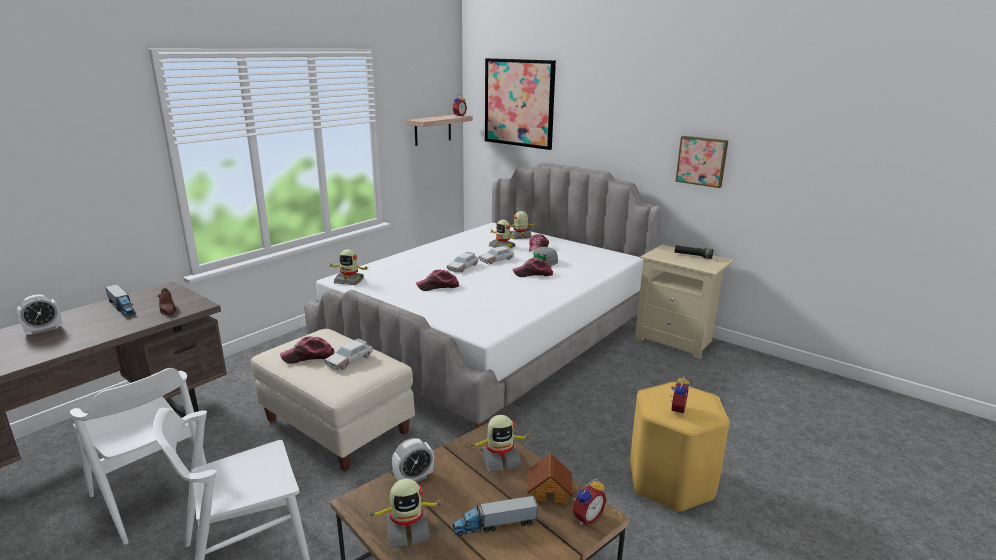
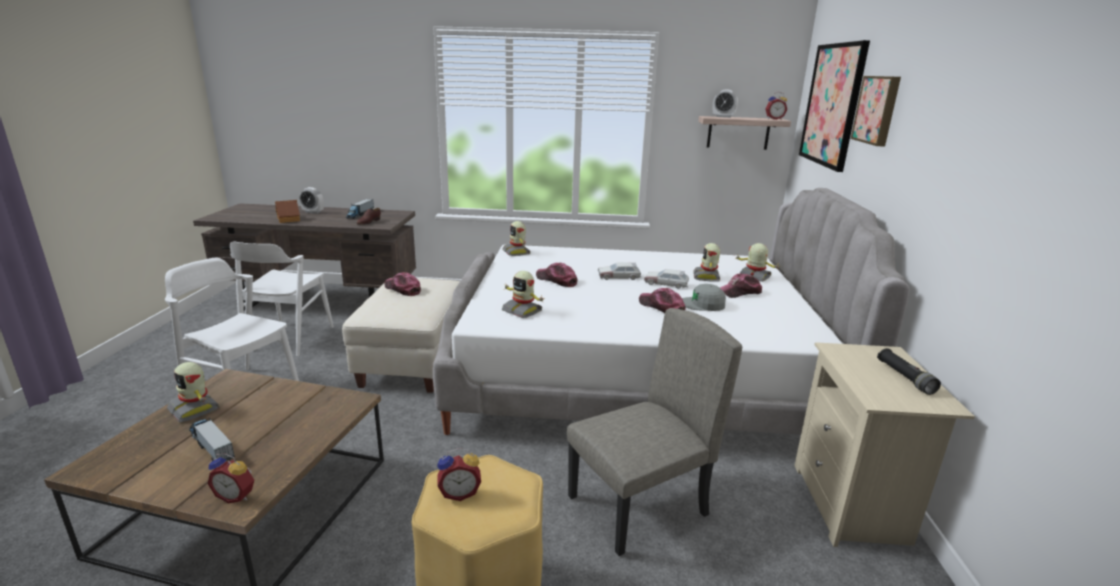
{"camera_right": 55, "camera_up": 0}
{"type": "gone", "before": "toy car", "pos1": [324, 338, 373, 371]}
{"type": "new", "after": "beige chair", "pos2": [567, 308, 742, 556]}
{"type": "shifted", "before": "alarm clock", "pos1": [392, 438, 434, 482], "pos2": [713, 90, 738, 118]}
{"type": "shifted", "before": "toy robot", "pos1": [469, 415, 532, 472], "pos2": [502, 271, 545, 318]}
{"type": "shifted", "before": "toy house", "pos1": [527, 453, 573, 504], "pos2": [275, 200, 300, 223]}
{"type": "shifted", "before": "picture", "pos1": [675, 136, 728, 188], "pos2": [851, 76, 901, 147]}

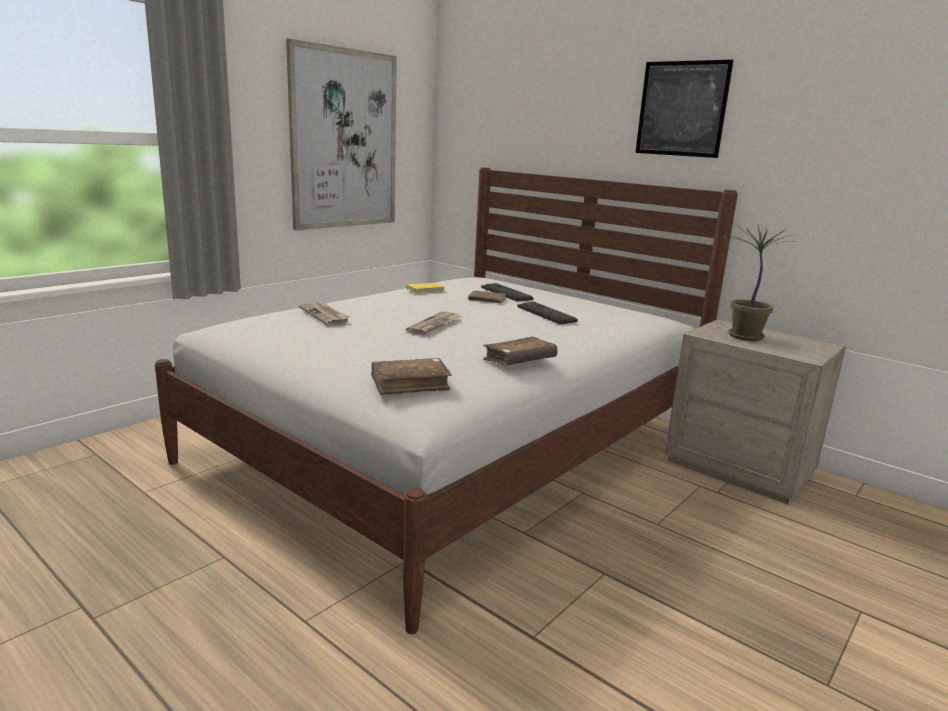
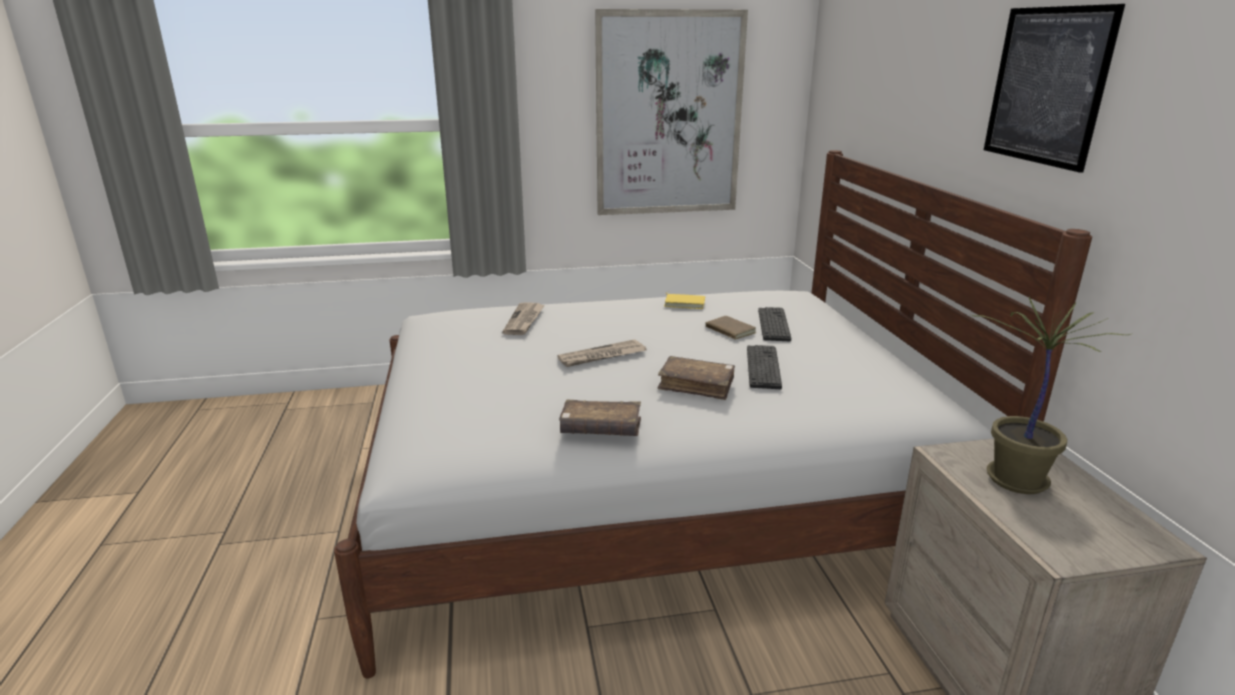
{"camera_right": 40, "camera_up": 5}
{"type": "shifted", "before": "brown book", "pos1": [371, 358, 452, 395], "pos2": [657, 356, 735, 400]}

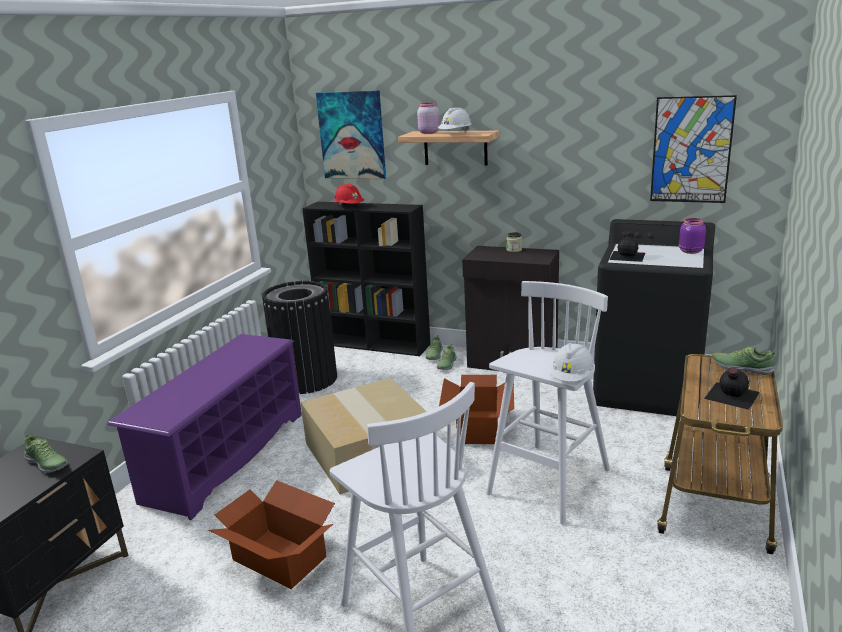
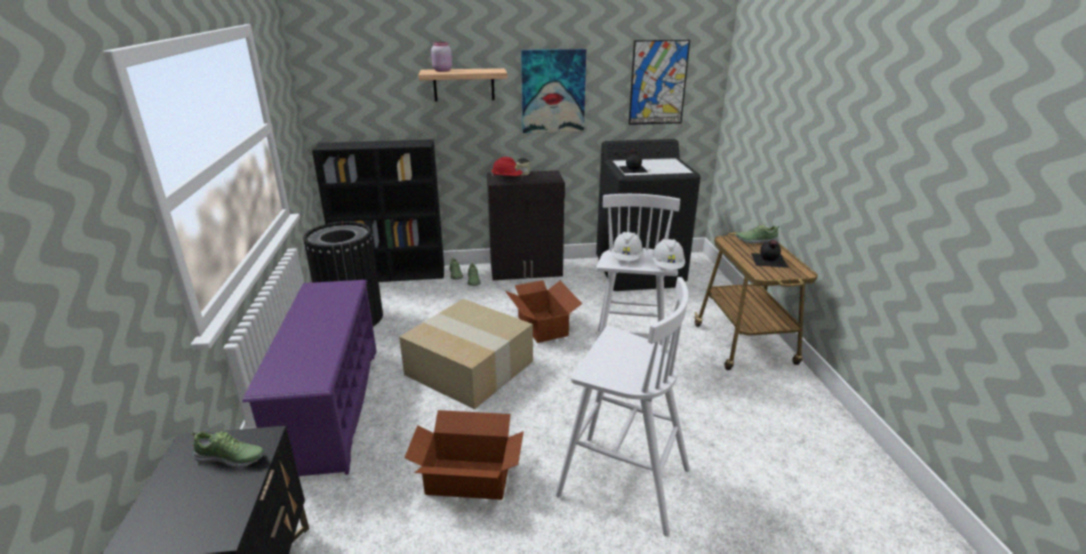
{"camera_right": -30, "camera_up": 5}
{"type": "gone", "before": "purple jar", "pos1": [679, 218, 706, 254]}
{"type": "shifted", "before": "picture", "pos1": [316, 90, 386, 179], "pos2": [521, 49, 586, 133]}
{"type": "shifted", "before": "red hard hat", "pos1": [334, 183, 364, 205], "pos2": [491, 157, 522, 177]}
{"type": "shifted", "before": "white hard hat", "pos1": [438, 108, 472, 132], "pos2": [611, 232, 644, 261]}

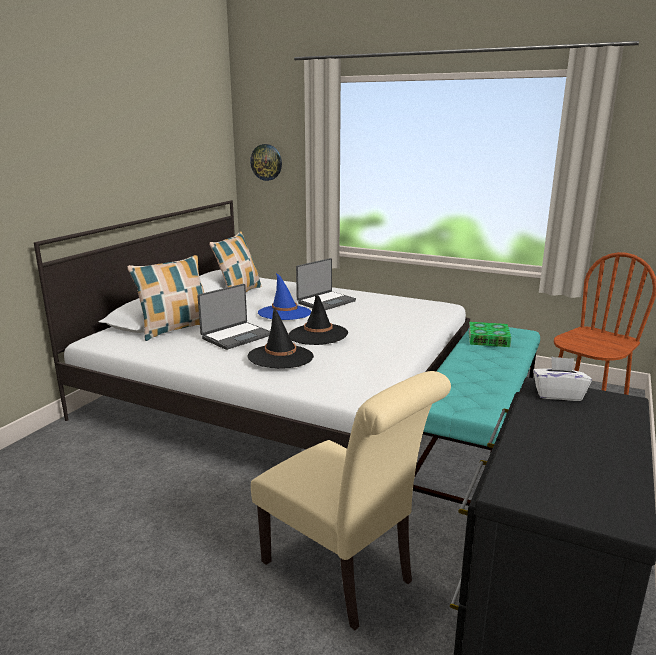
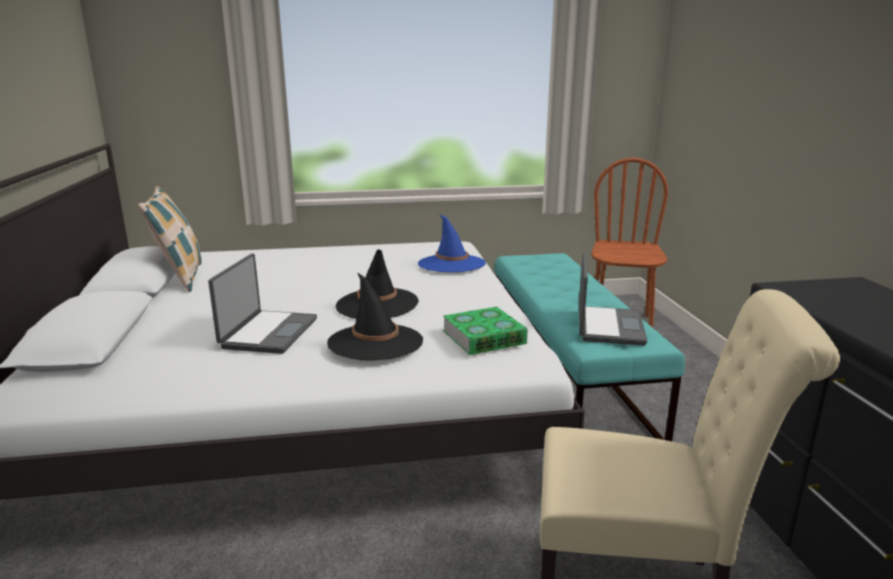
{"camera_right": -35, "camera_up": 0}
{"type": "gone", "before": "pillow", "pos1": [127, 255, 204, 341]}
{"type": "gone", "before": "wall clock", "pos1": [250, 144, 282, 181]}
{"type": "gone", "before": "white tissue box", "pos1": [533, 356, 592, 401]}
{"type": "shifted", "before": "blue hat", "pos1": [258, 273, 311, 320], "pos2": [418, 214, 486, 272]}
{"type": "shifted", "before": "laptop", "pos1": [296, 258, 356, 310], "pos2": [579, 253, 647, 346]}
{"type": "shifted", "before": "book", "pos1": [468, 322, 511, 347], "pos2": [443, 307, 528, 355]}

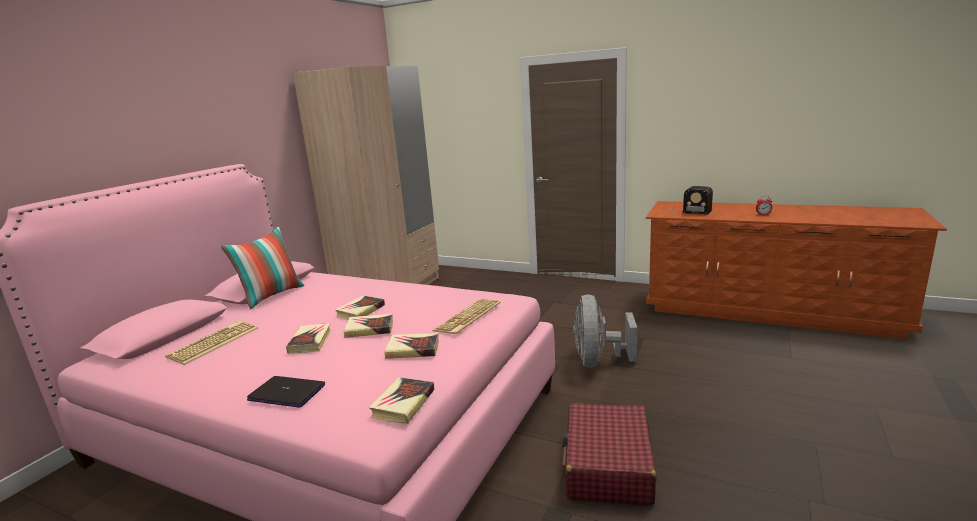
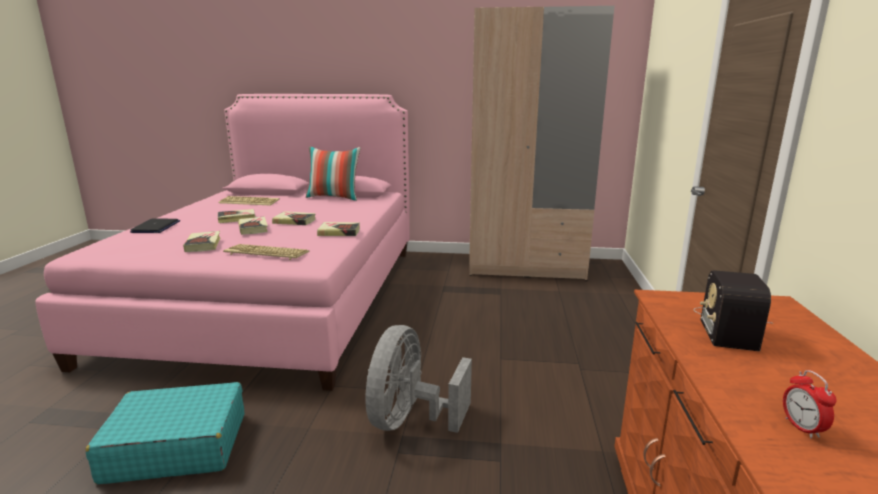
{"camera_right": 70, "camera_up": 0}
{"type": "shifted", "before": "book", "pos1": [369, 377, 434, 424], "pos2": [317, 222, 360, 236]}
{"type": "repainted", "before": "red suitcase", "after": "turquoise suitcase", "pos1": [562, 403, 656, 506], "pos2": [85, 382, 245, 484]}
{"type": "rotated", "before": "grey fan", "pos1": [573, 295, 637, 367], "pos2": [365, 325, 472, 433], "turn": -60}

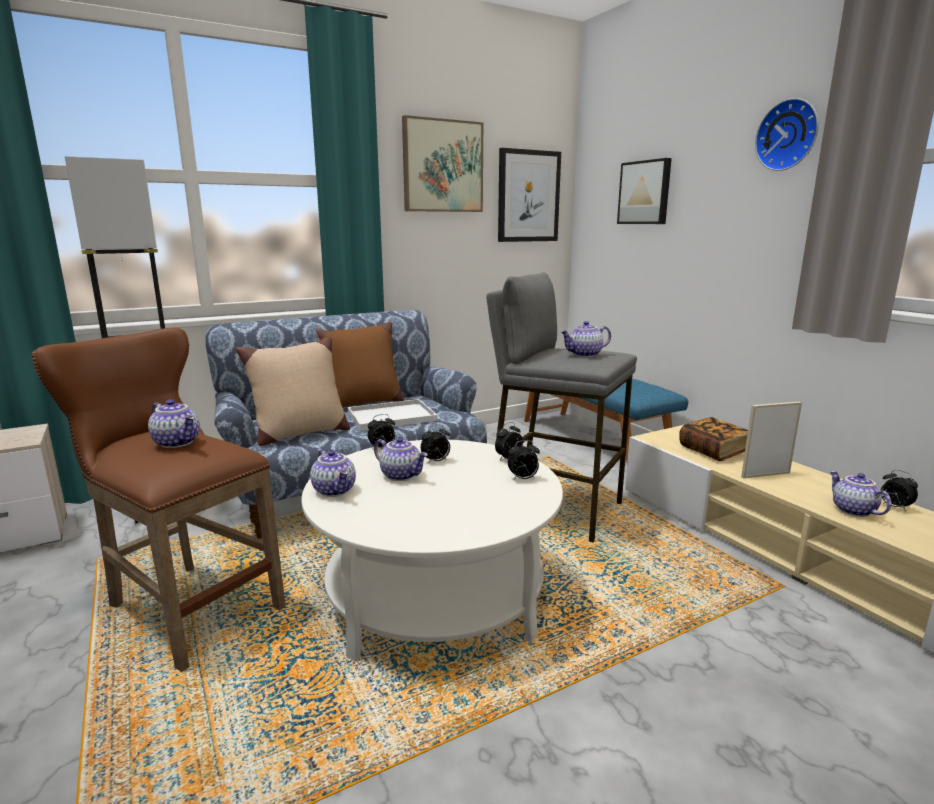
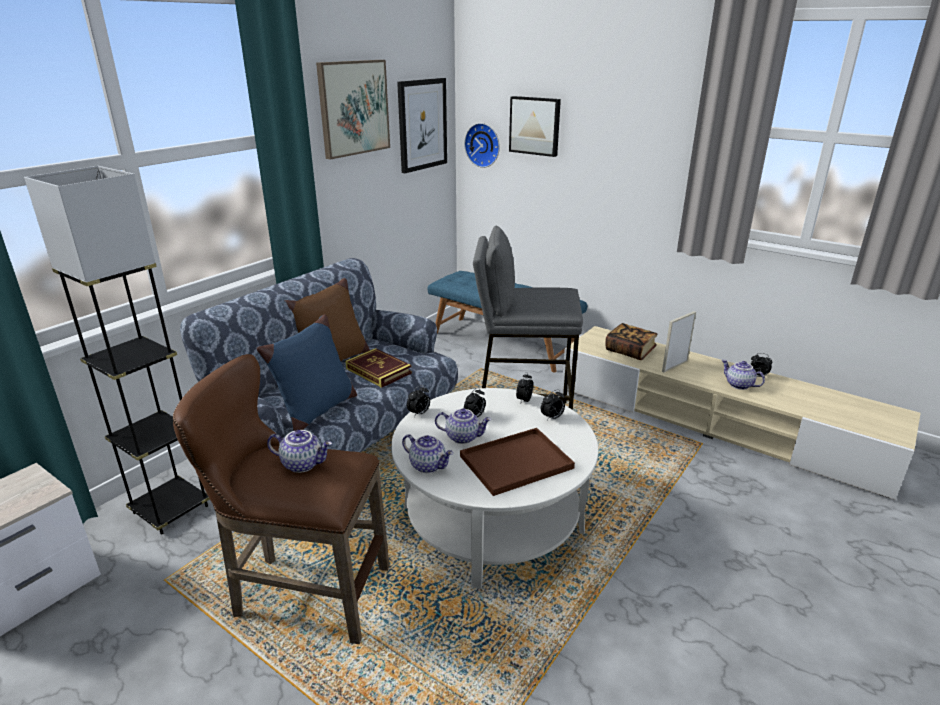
{"camera_right": -25, "camera_up": 10}
{"type": "gone", "before": "teapot", "pos1": [560, 321, 611, 357]}
{"type": "new", "after": "brown tray", "pos2": [460, 428, 575, 496]}
{"type": "shifted", "before": "wall clock", "pos1": [755, 98, 818, 171], "pos2": [464, 123, 500, 168]}
{"type": "swapped", "before": "white tray", "after": "book", "pos1": [348, 399, 438, 430], "pos2": [345, 348, 412, 388]}
{"type": "repainted", "before": "beige pillow", "after": "blue pillow", "pos1": [236, 337, 350, 446], "pos2": [256, 314, 357, 431]}

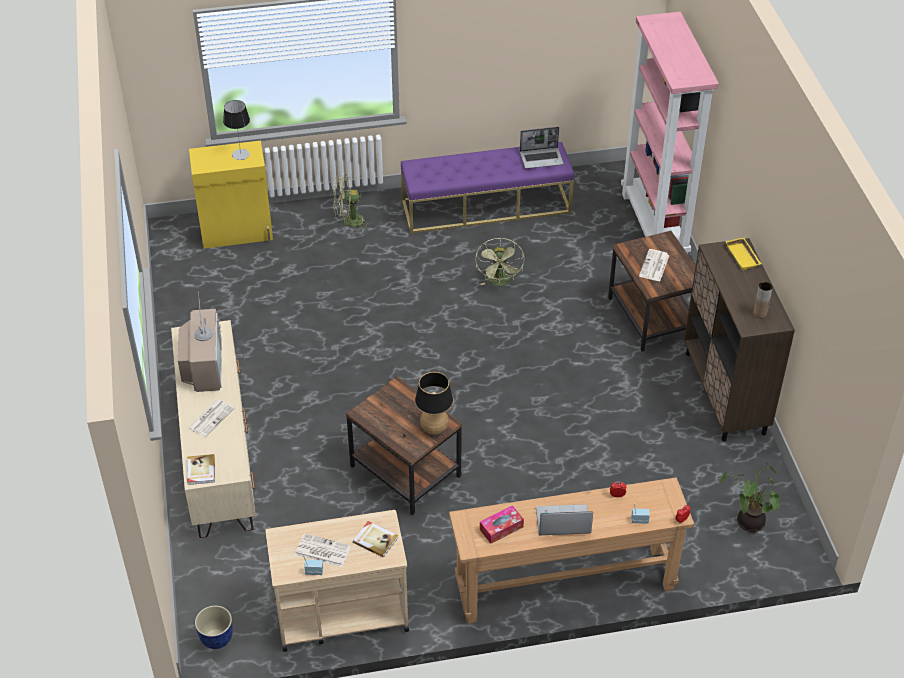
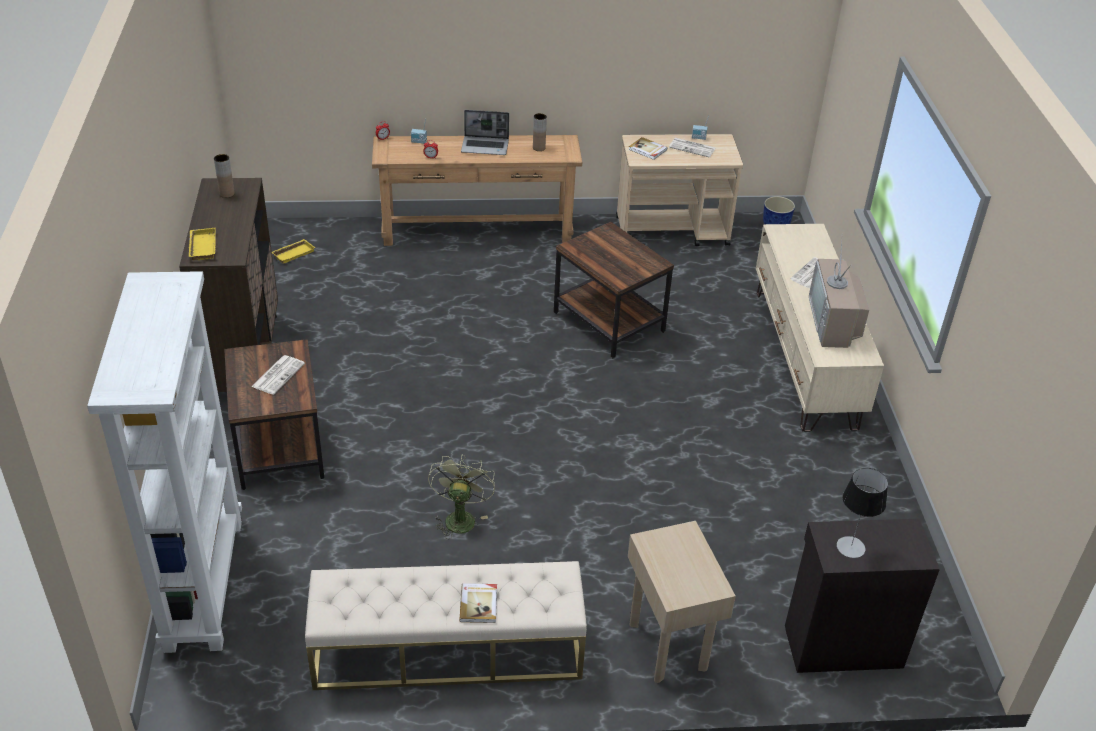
{"camera_right": -175, "camera_up": -5}
{"type": "gone", "before": "table lamp", "pos1": [403, 372, 454, 437]}
{"type": "gone", "before": "laptop", "pos1": [520, 127, 564, 169]}
{"type": "shifted", "before": "book", "pos1": [187, 454, 215, 485], "pos2": [459, 583, 497, 623]}
{"type": "swapped", "before": "green fan", "after": "beige side table", "pos1": [333, 173, 371, 232], "pos2": [628, 521, 736, 683]}
{"type": "swapped", "before": "tissue box", "after": "brown vase", "pos1": [480, 505, 524, 544], "pos2": [533, 113, 547, 151]}
{"type": "swapped", "before": "potted plant", "after": "yellow tray", "pos1": [719, 462, 779, 532], "pos2": [272, 239, 315, 264]}
{"type": "repainted", "before": "yellow cabinet", "after": "black cabinet", "pos1": [189, 141, 273, 249], "pos2": [785, 519, 940, 673]}
{"type": "repainted", "before": "purple bench", "after": "beige bench", "pos1": [401, 142, 574, 234], "pos2": [305, 561, 587, 690]}
{"type": "repainted", "before": "pink bookcase", "after": "white bookcase", "pos1": [621, 12, 719, 254], "pos2": [87, 271, 242, 653]}

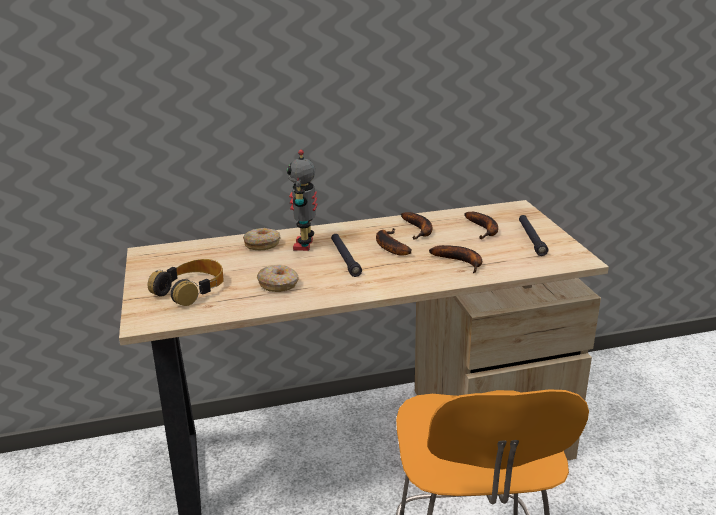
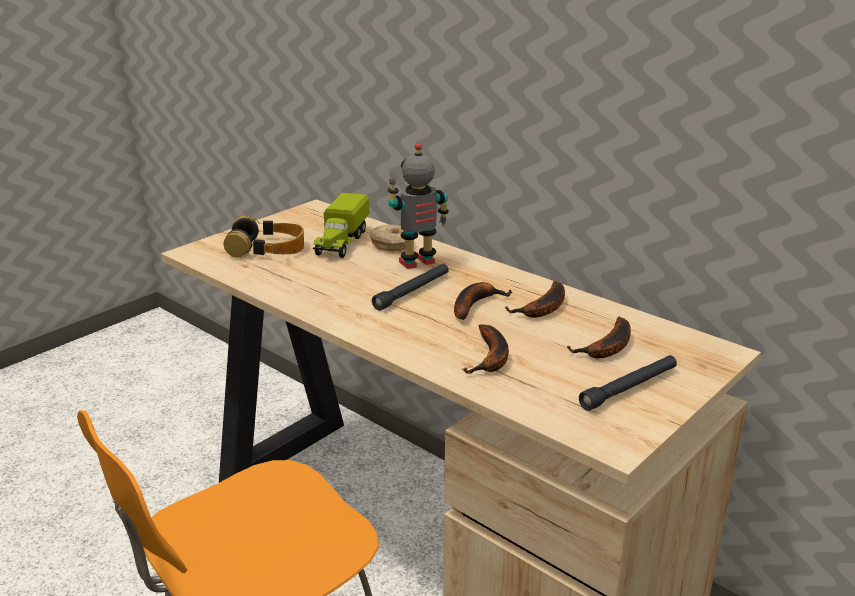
{"camera_right": 55, "camera_up": 0}
{"type": "gone", "before": "donut", "pos1": [257, 265, 299, 292]}
{"type": "new", "after": "toy truck", "pos2": [313, 193, 369, 258]}

